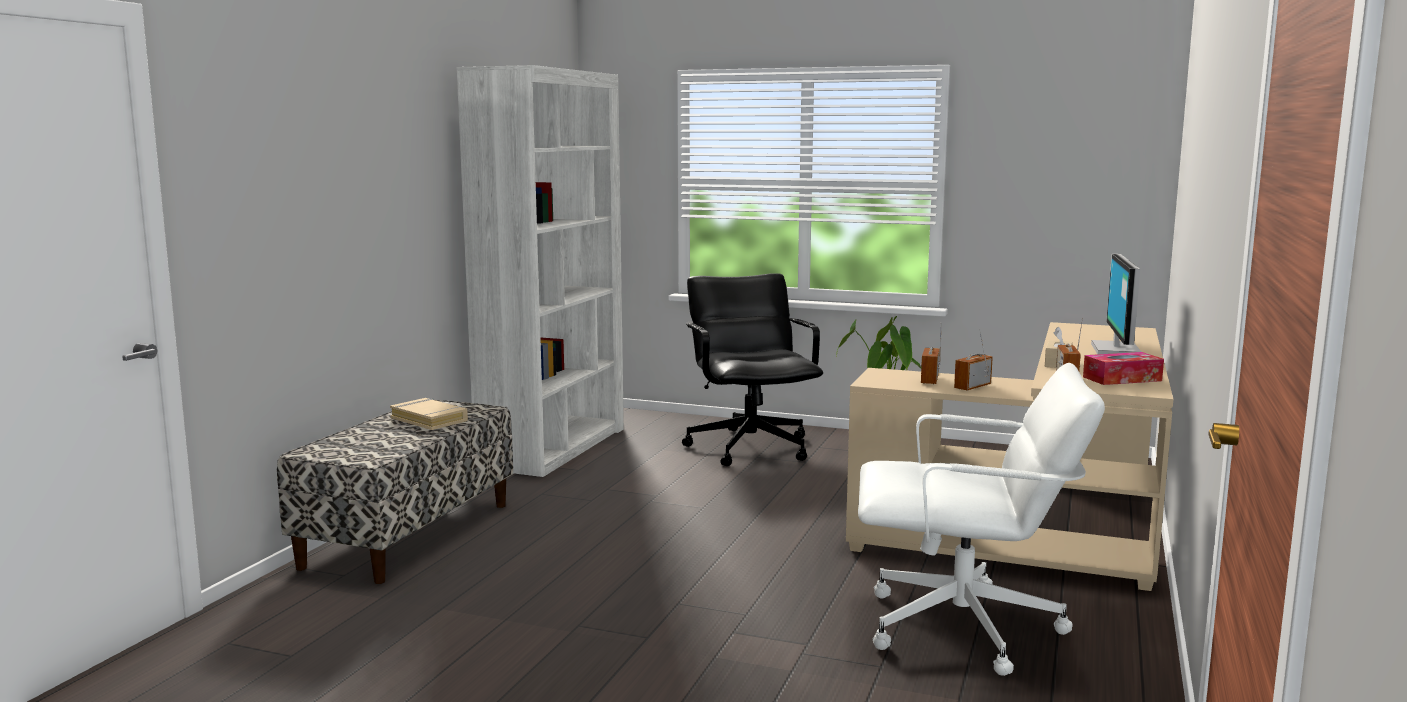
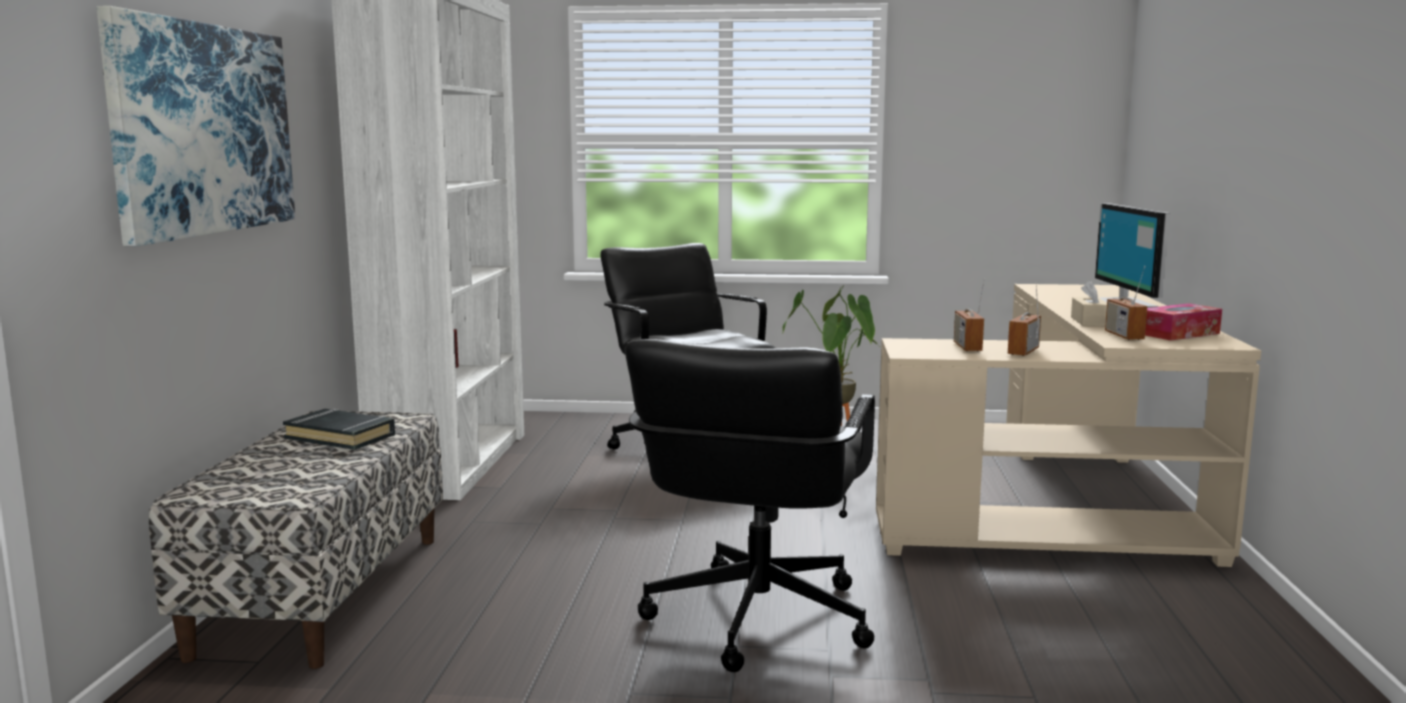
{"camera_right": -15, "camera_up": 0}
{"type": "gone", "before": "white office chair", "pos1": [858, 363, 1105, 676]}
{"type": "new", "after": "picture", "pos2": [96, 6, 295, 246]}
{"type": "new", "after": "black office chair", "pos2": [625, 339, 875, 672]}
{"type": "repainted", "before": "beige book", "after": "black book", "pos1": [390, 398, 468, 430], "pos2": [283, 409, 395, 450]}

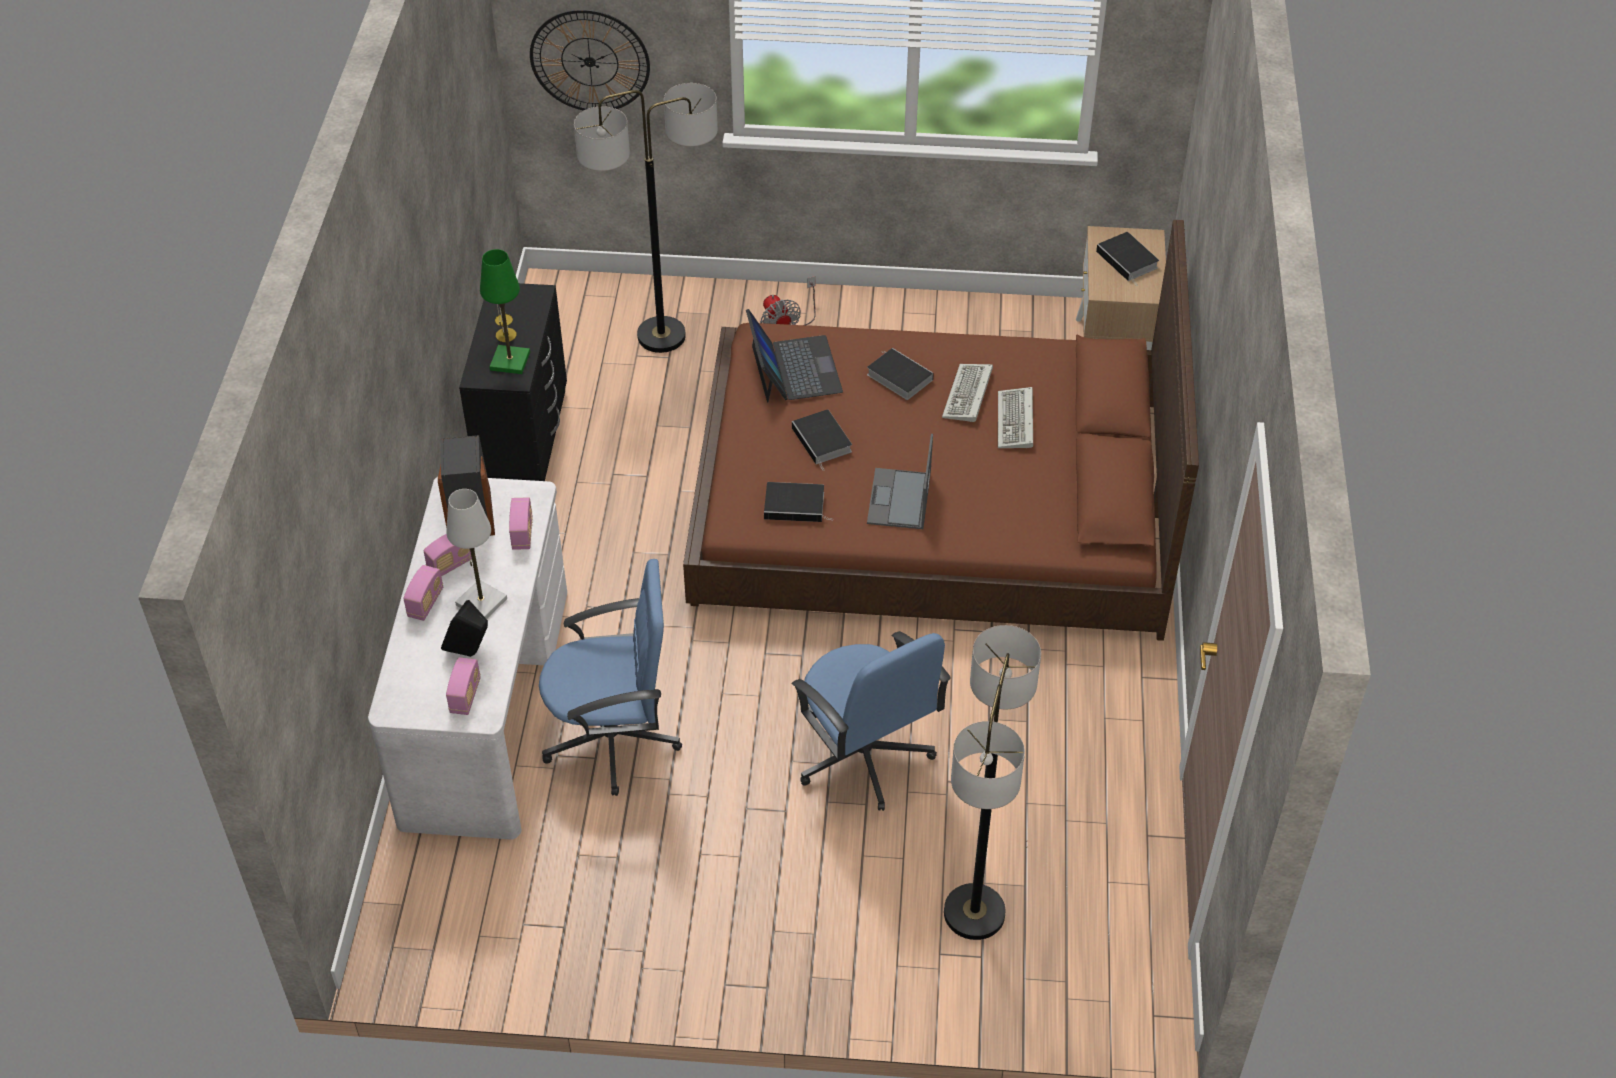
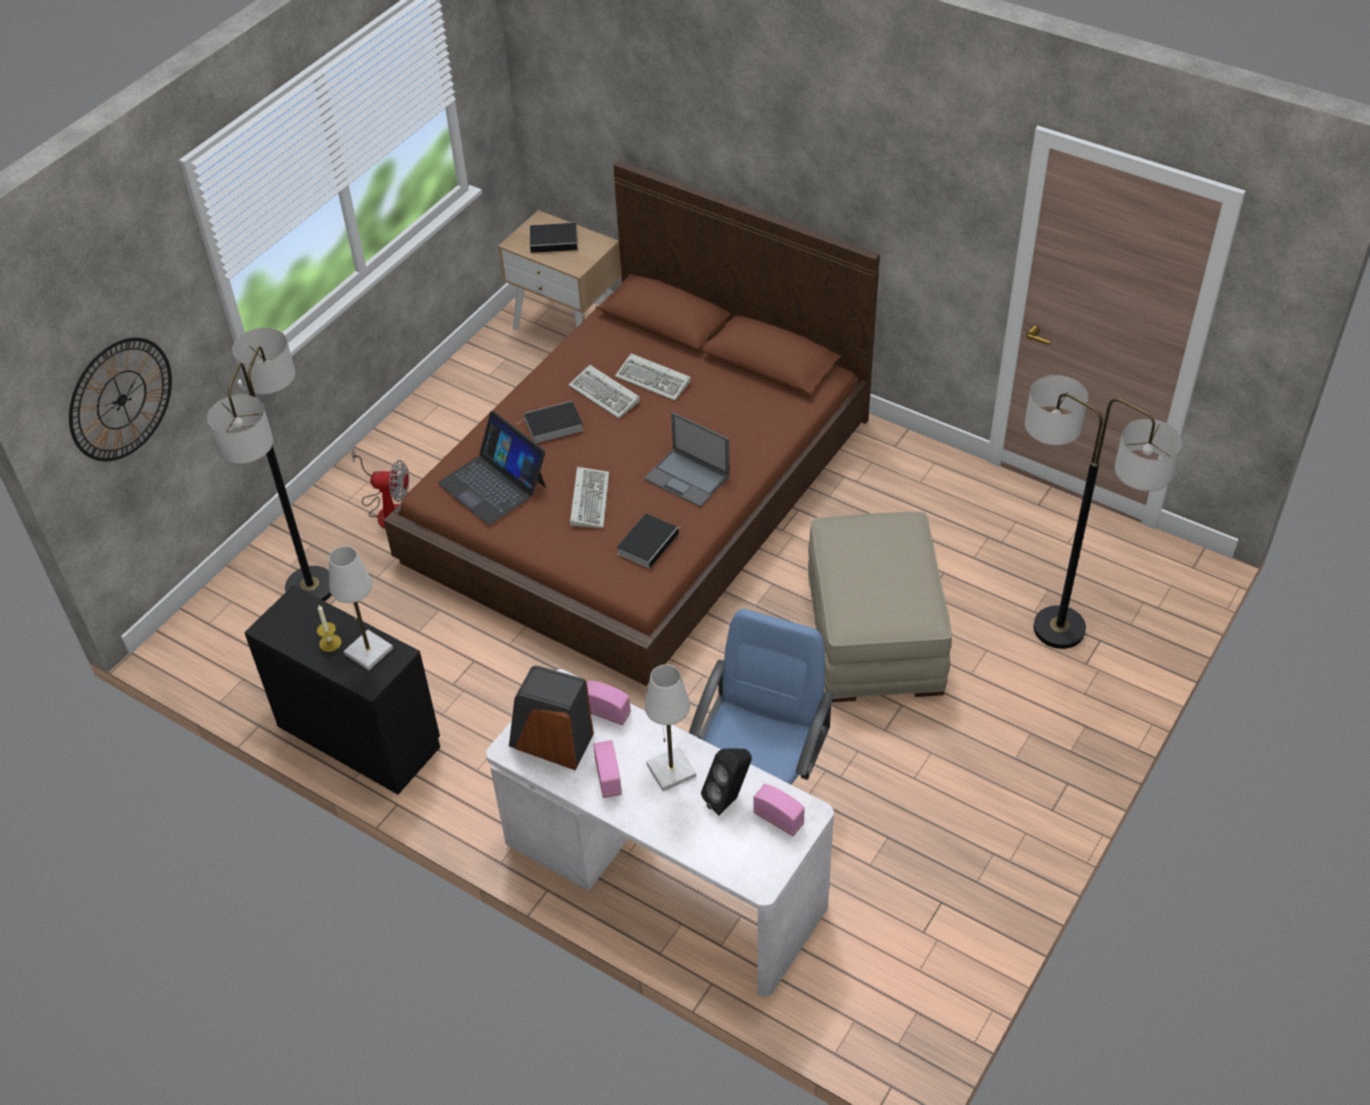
{"camera_right": -60, "camera_up": 0}
{"type": "gone", "before": "radio", "pos1": [403, 565, 443, 621]}
{"type": "swapped", "before": "book", "after": "keyboard", "pos1": [792, 409, 852, 470], "pos2": [570, 466, 609, 528]}
{"type": "swapped", "before": "blue office chair", "after": "beige ottoman", "pos1": [792, 631, 951, 811], "pos2": [808, 511, 952, 702]}
{"type": "repainted", "before": "green table lamp", "after": "white table lamp", "pos1": [480, 249, 530, 374], "pos2": [329, 546, 393, 671]}
{"type": "rotated", "before": "laptop", "pos1": [746, 309, 843, 403], "pos2": [438, 411, 546, 525], "turn": -150}

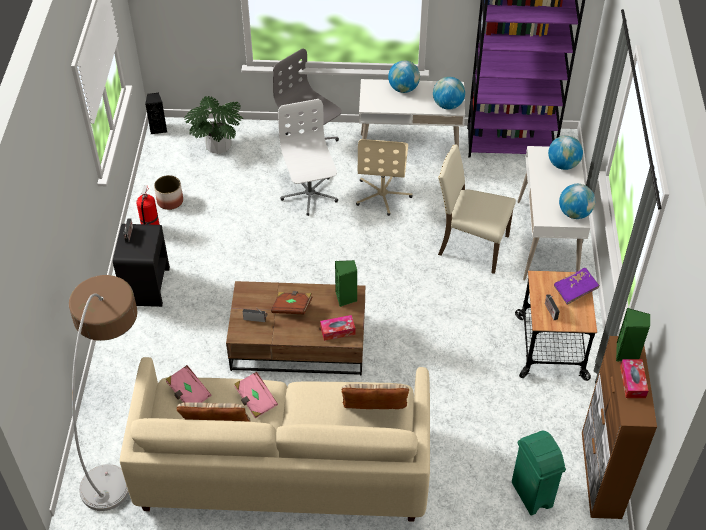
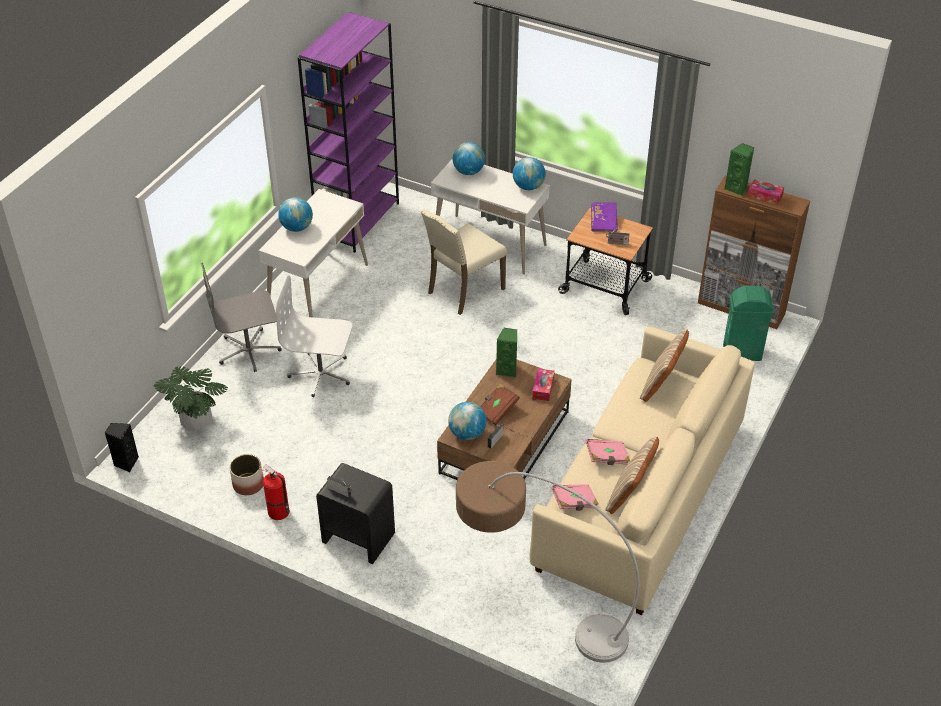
{"camera_right": -65, "camera_up": -5}
{"type": "gone", "before": "beige office chair", "pos1": [356, 139, 413, 216]}
{"type": "shifted", "before": "globe", "pos1": [433, 77, 465, 110], "pos2": [448, 402, 487, 440]}

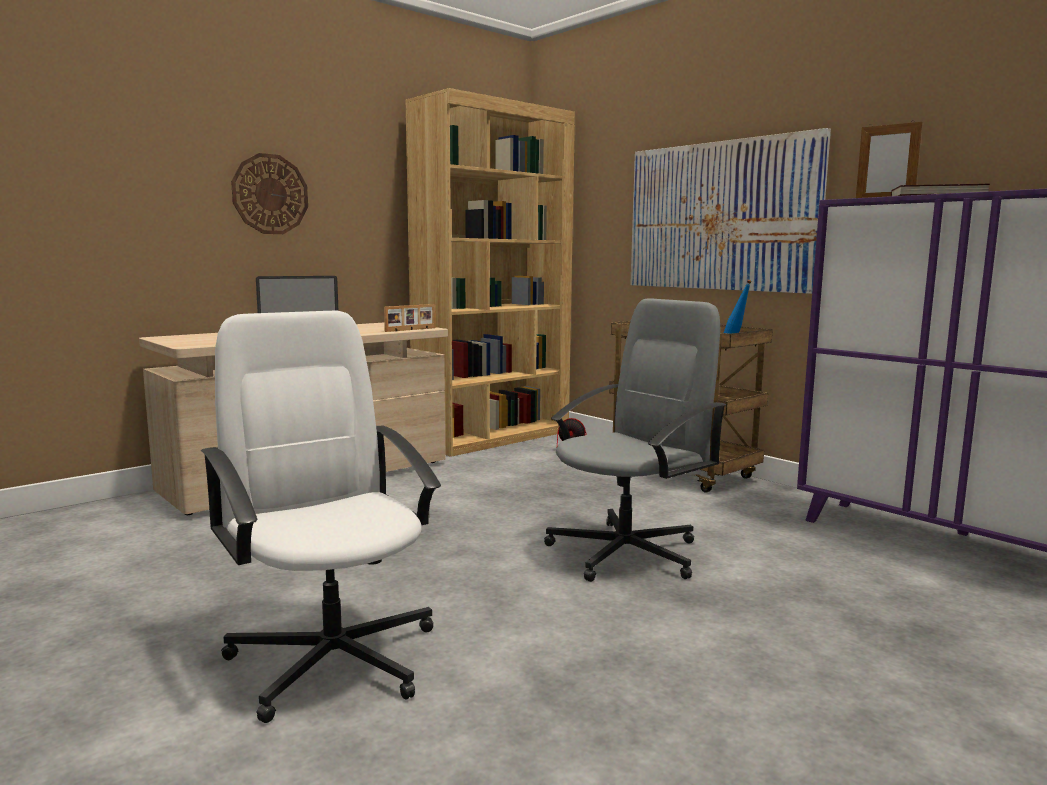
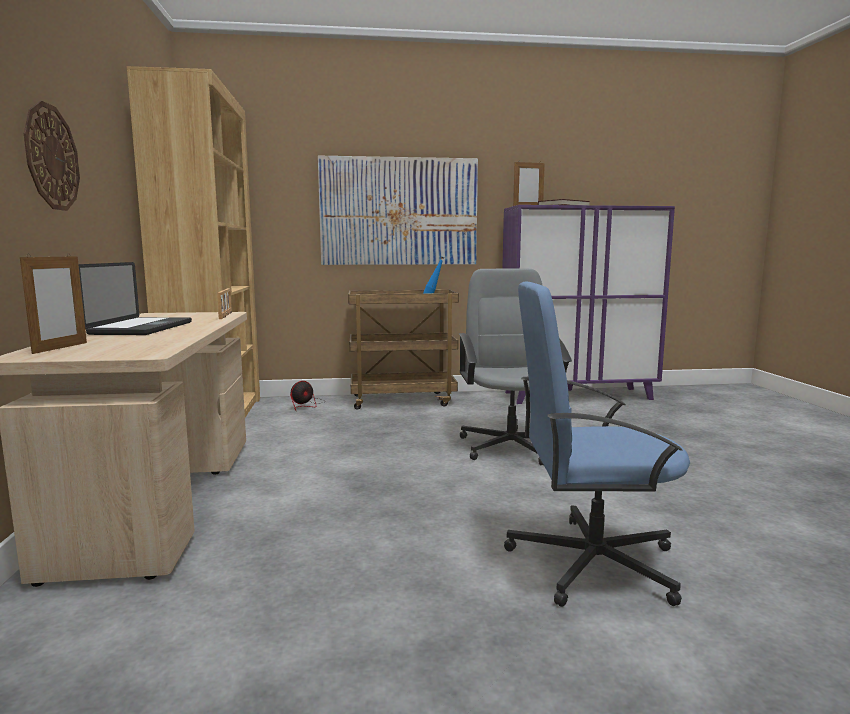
{"camera_right": -55, "camera_up": 0}
{"type": "new", "after": "picture frame", "pos2": [20, 253, 87, 354]}
{"type": "repainted", "before": "white office chair", "after": "blue office chair", "pos1": [200, 311, 441, 723], "pos2": [504, 282, 690, 607]}

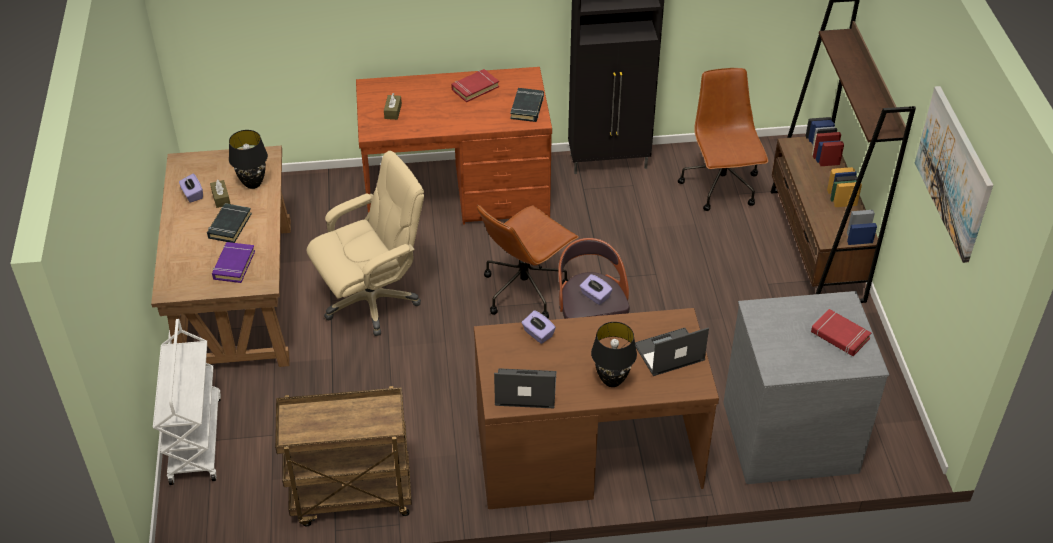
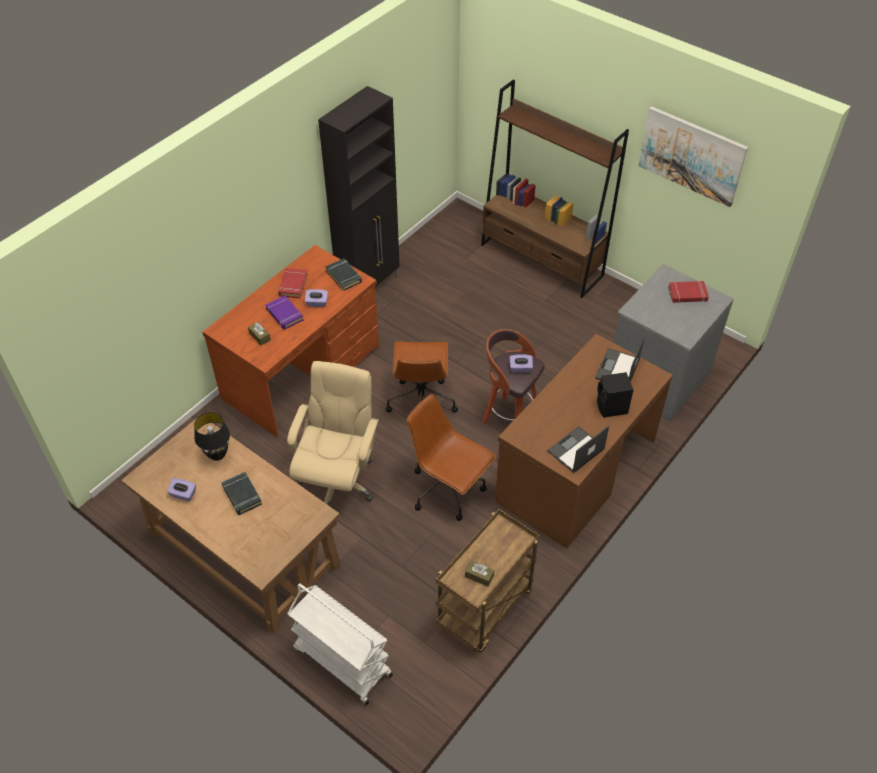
{"camera_right": -45, "camera_up": 5}
{"type": "shifted", "before": "brown tissue box", "pos1": [210, 179, 230, 208], "pos2": [465, 561, 494, 586]}
{"type": "shifted", "before": "purple book", "pos1": [212, 242, 255, 283], "pos2": [266, 296, 303, 330]}
{"type": "shifted", "before": "purple tissue box", "pos1": [522, 311, 556, 344], "pos2": [305, 289, 328, 307]}
{"type": "shifted", "before": "brown office chair", "pos1": [678, 68, 768, 211], "pos2": [407, 394, 496, 521]}
{"type": "swapped", "before": "black table lamp", "after": "black speaker", "pos1": [591, 322, 637, 387], "pos2": [597, 372, 633, 418]}

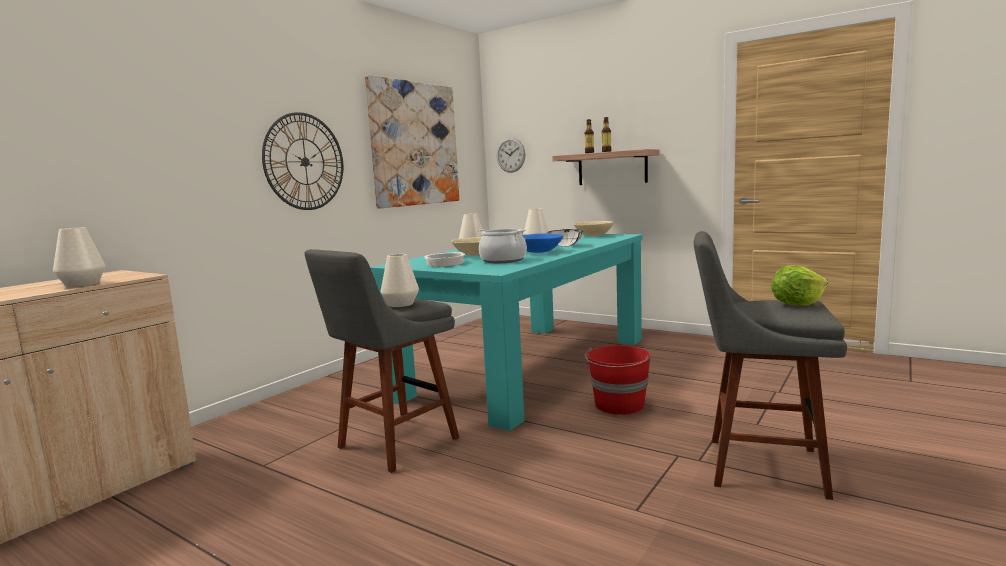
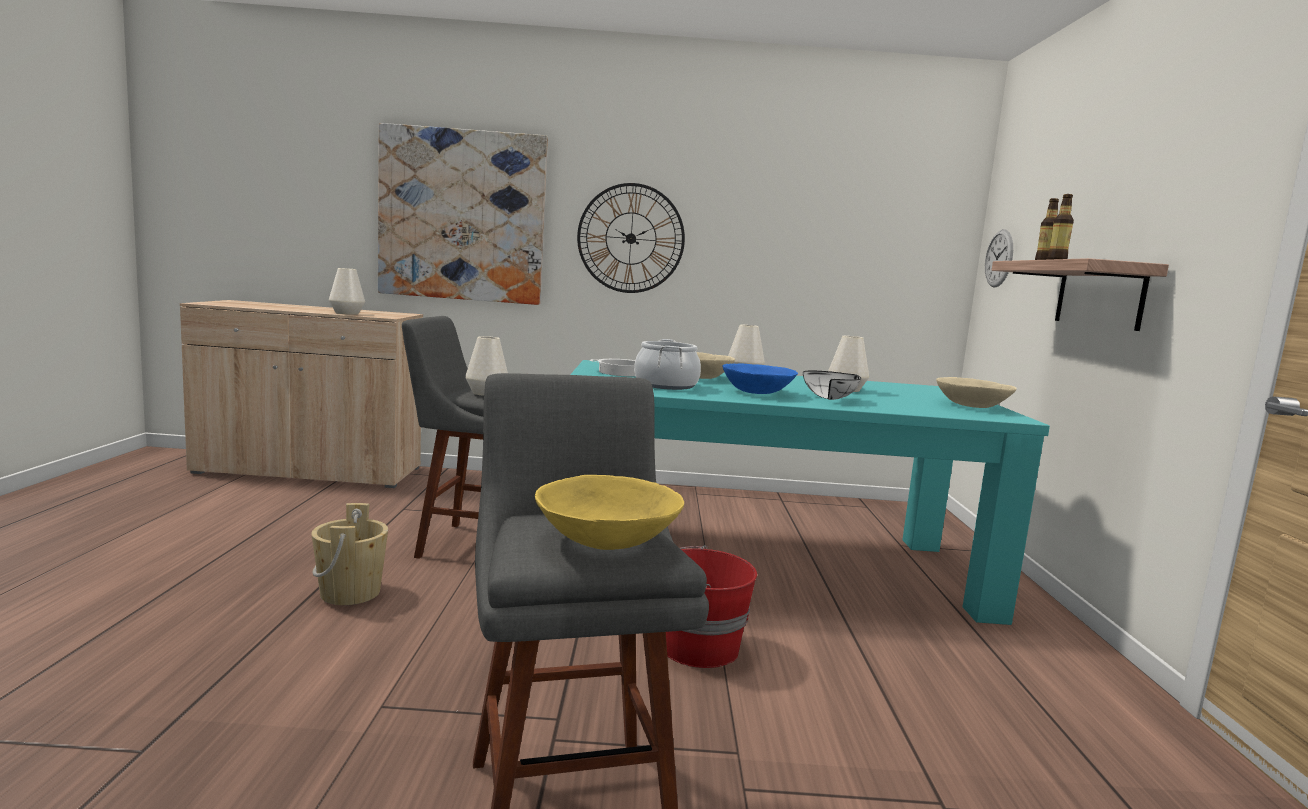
{"camera_right": 55, "camera_up": 0}
{"type": "new", "after": "beige bucket", "pos2": [311, 503, 388, 605]}
{"type": "shifted", "before": "picture", "pos1": [365, 75, 459, 208], "pos2": [378, 123, 548, 305]}
{"type": "swapped", "before": "lettuce", "after": "yellow bowl", "pos1": [771, 266, 828, 306], "pos2": [535, 475, 684, 550]}

